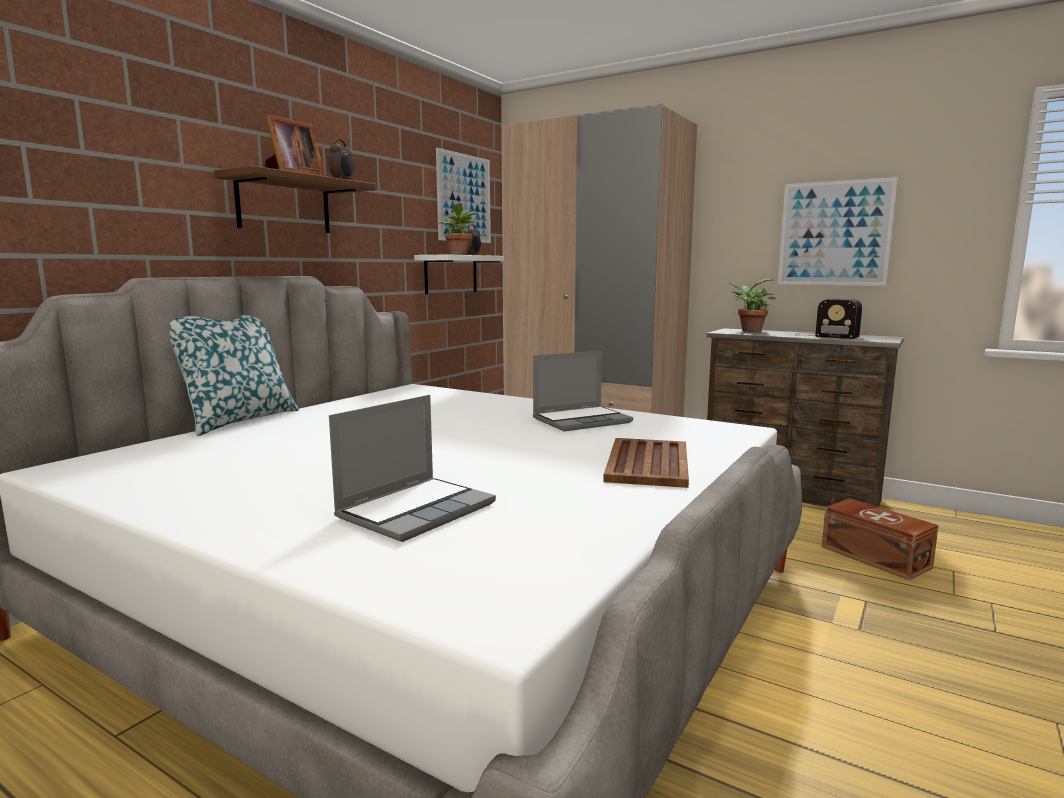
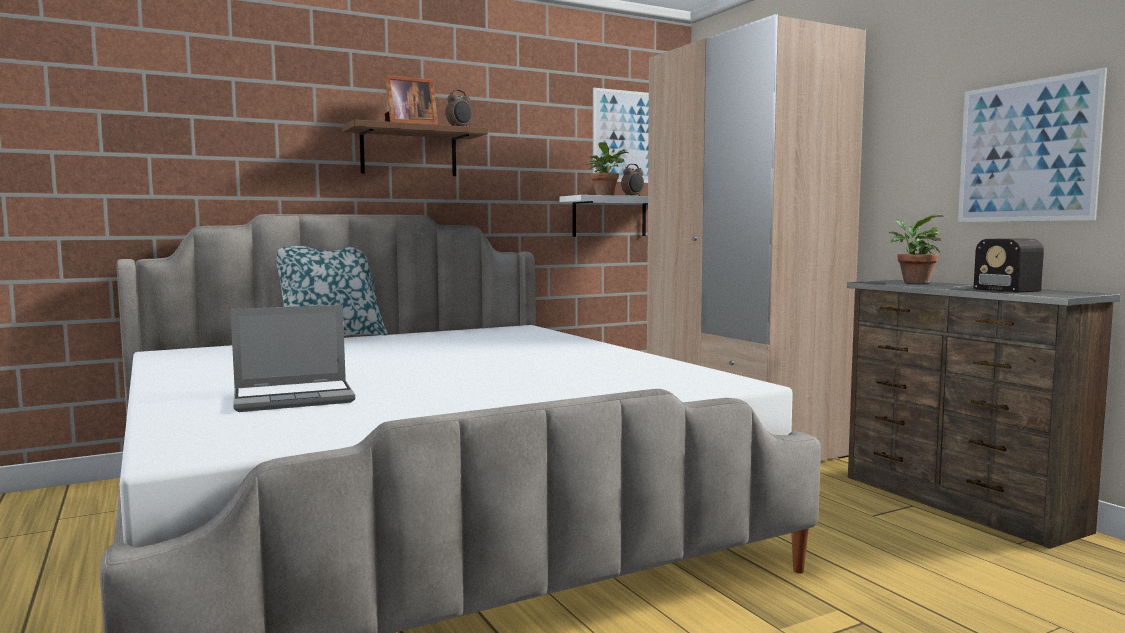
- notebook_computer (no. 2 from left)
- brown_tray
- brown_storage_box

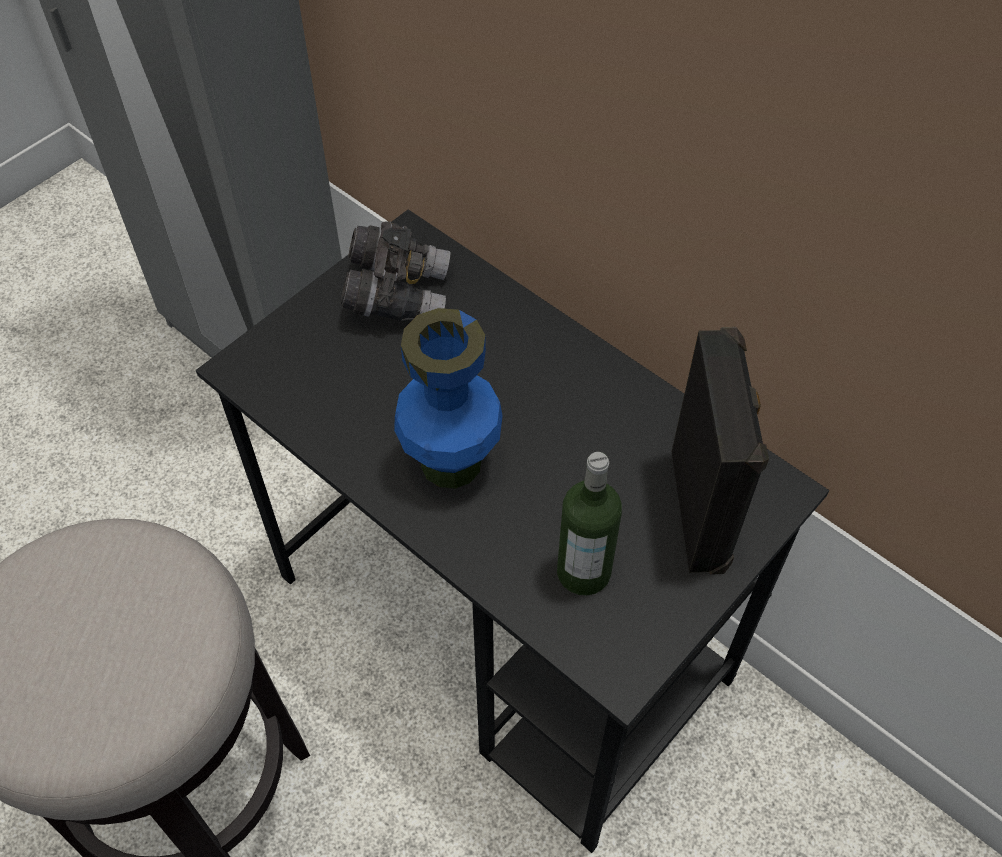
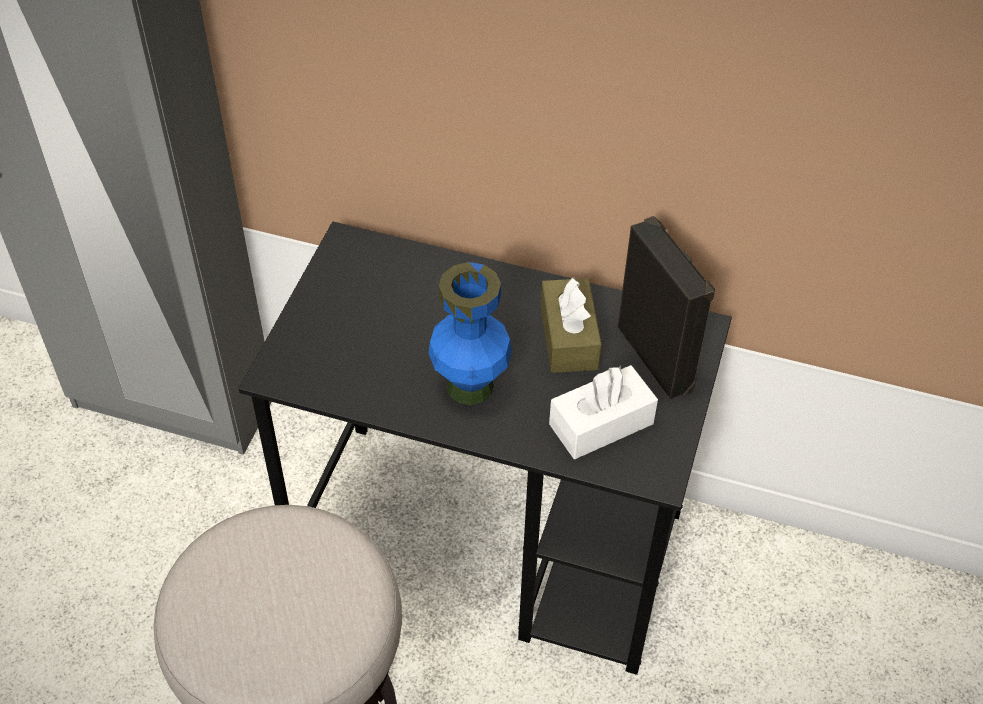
- greyish_pair_of_binoculars
~ beverage_bottle to white_box_of_tissues
+ brown_box_of_tissues

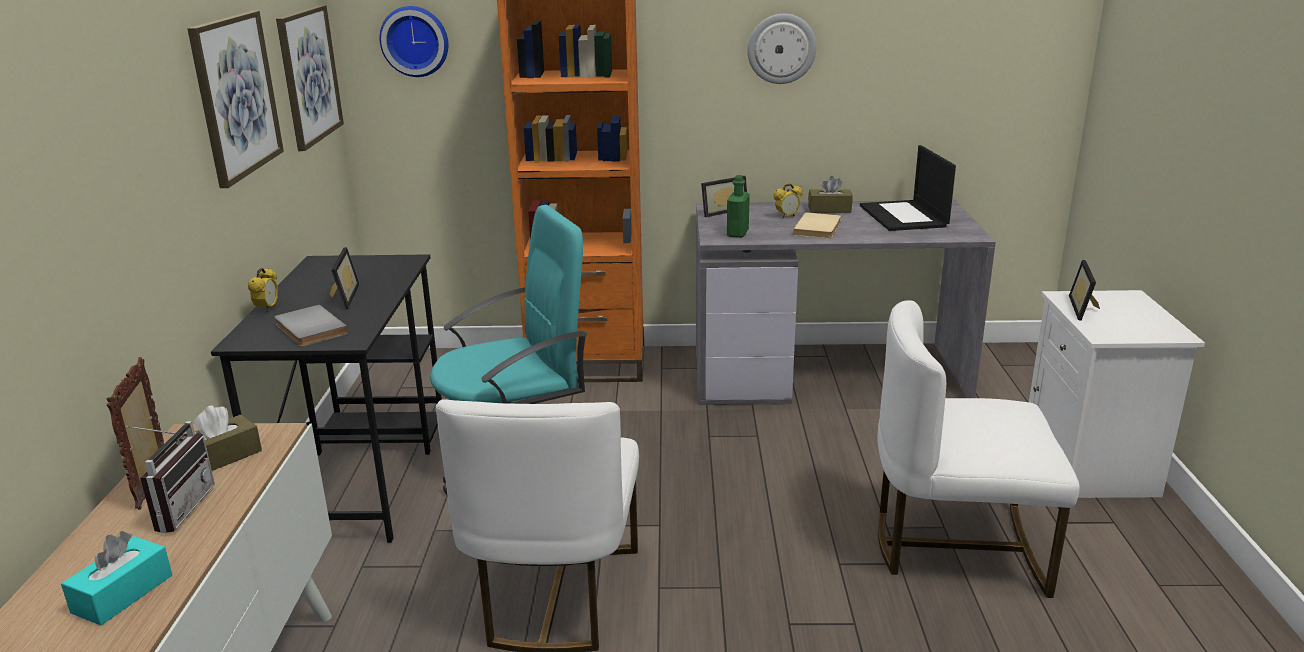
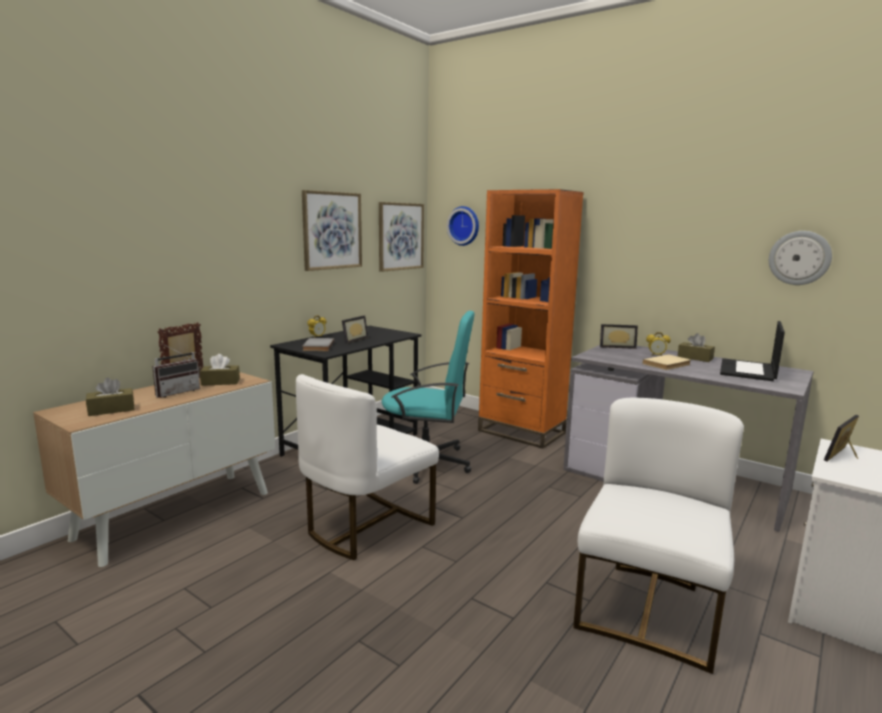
~ clock_on_the_wall (no. 2 from left)
- green-coloured_beverage_bottle
~ white_plain_chair (no. 2 from left) 75 degrees clockwise
~ blue-green_box_of_tissues to brown_box_of_tissues (no. 1 from left)

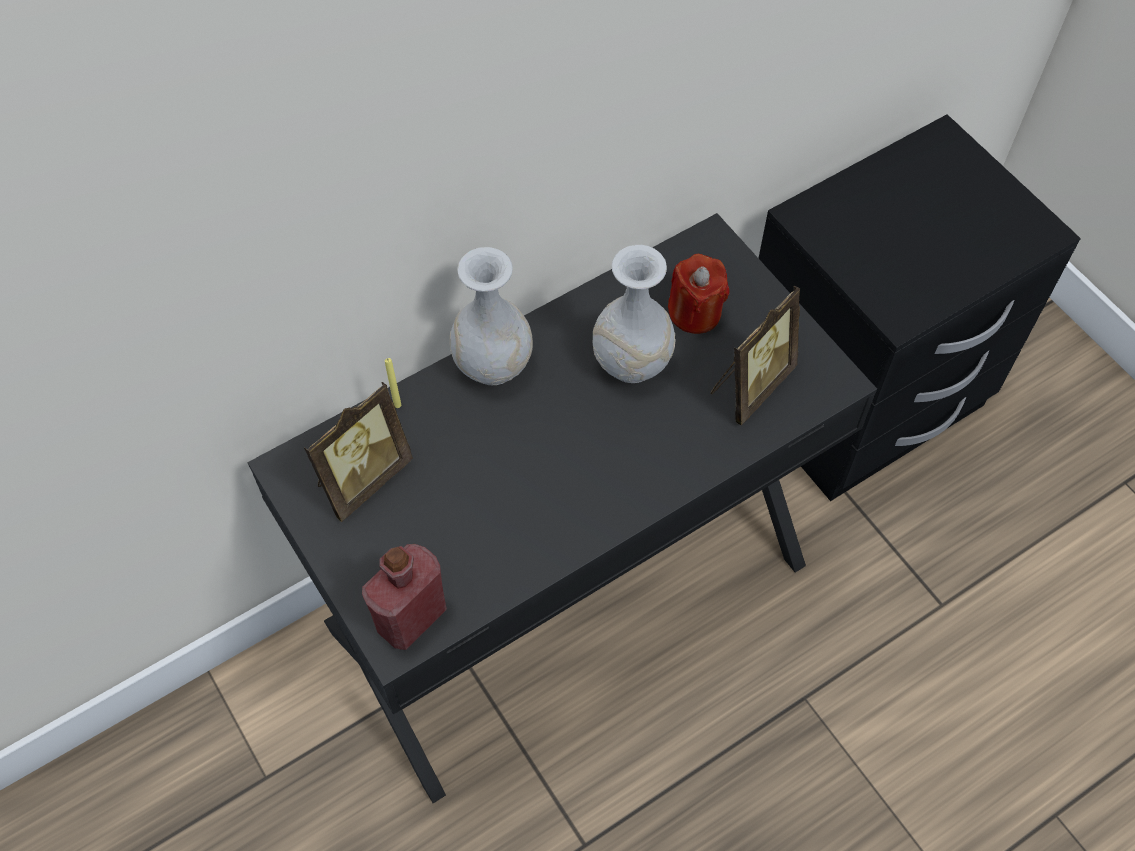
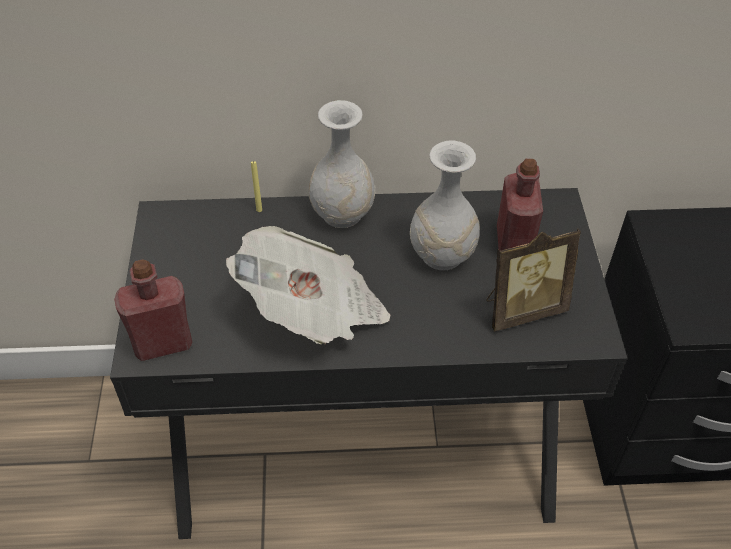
~ red_candle to red_beverage_bottle (no. 2 from left)
- standing_frame (no. 1 from left)
+ newspaper

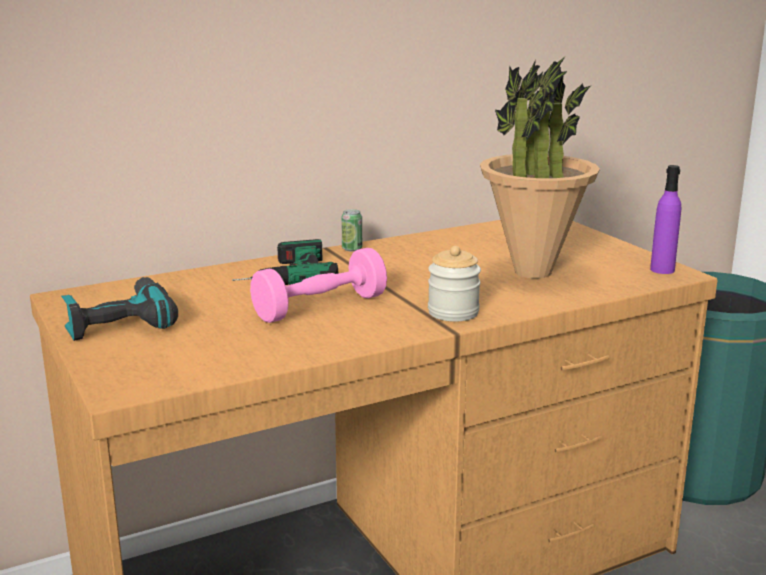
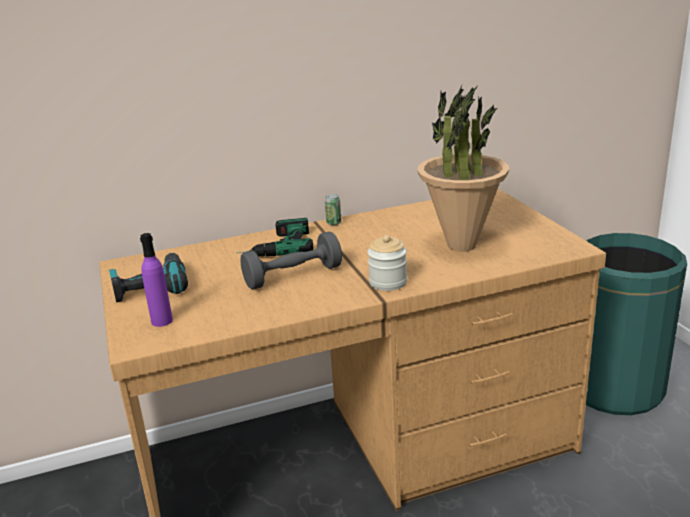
~ purple-coloured_beverage_bottle
~ pink_dumbbell to greyish_dumbbell

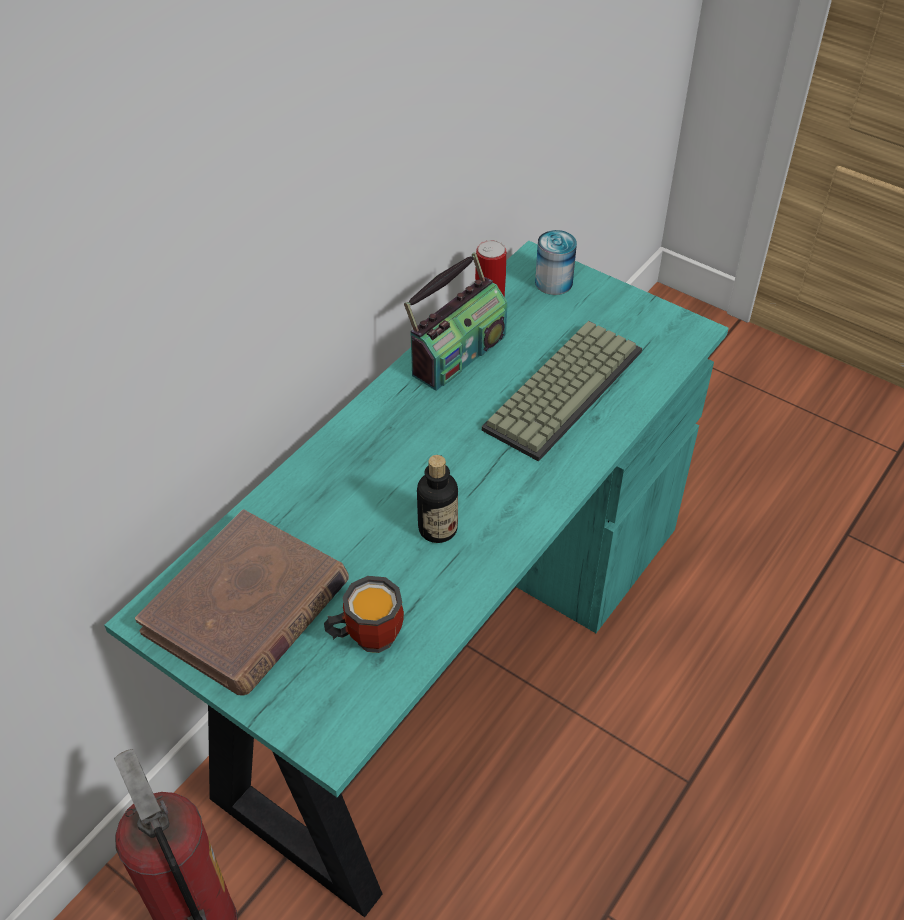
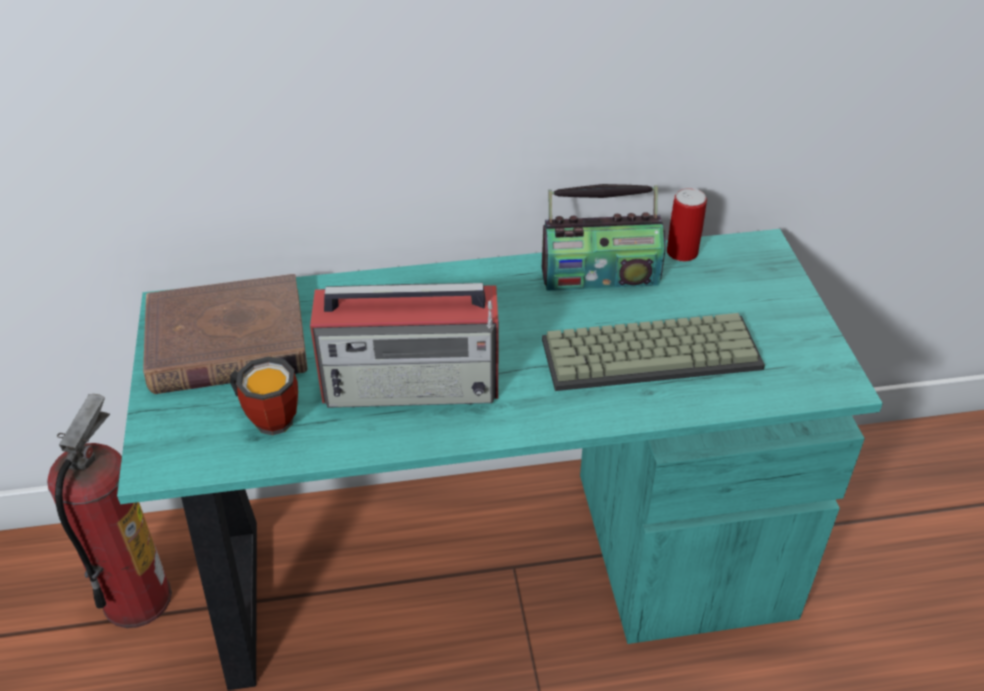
- metal_can (no. 2 from left)
~ beverage_bottle to radio_set (no. 1 from left)

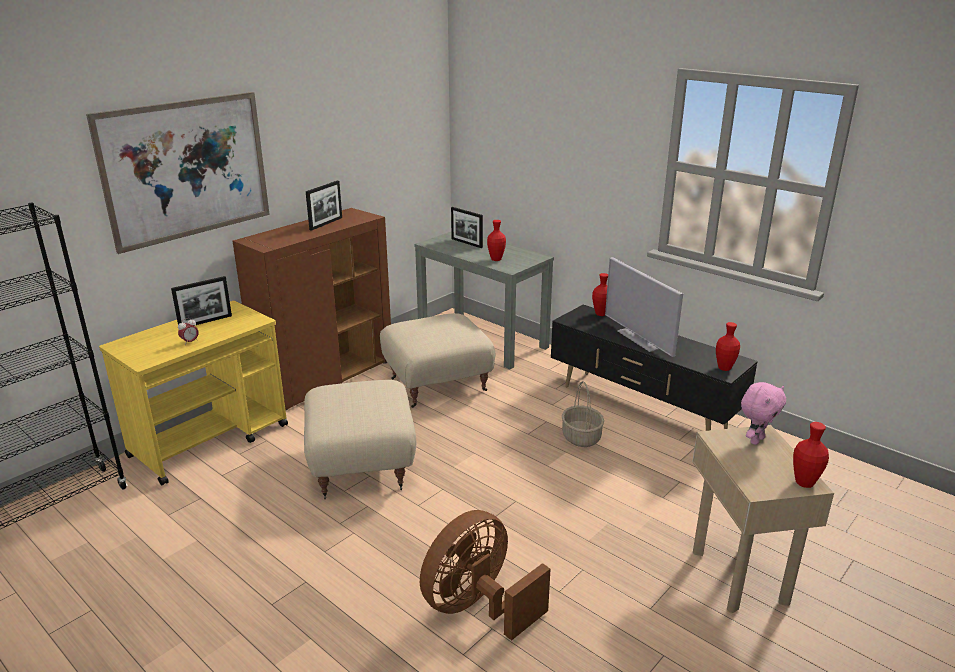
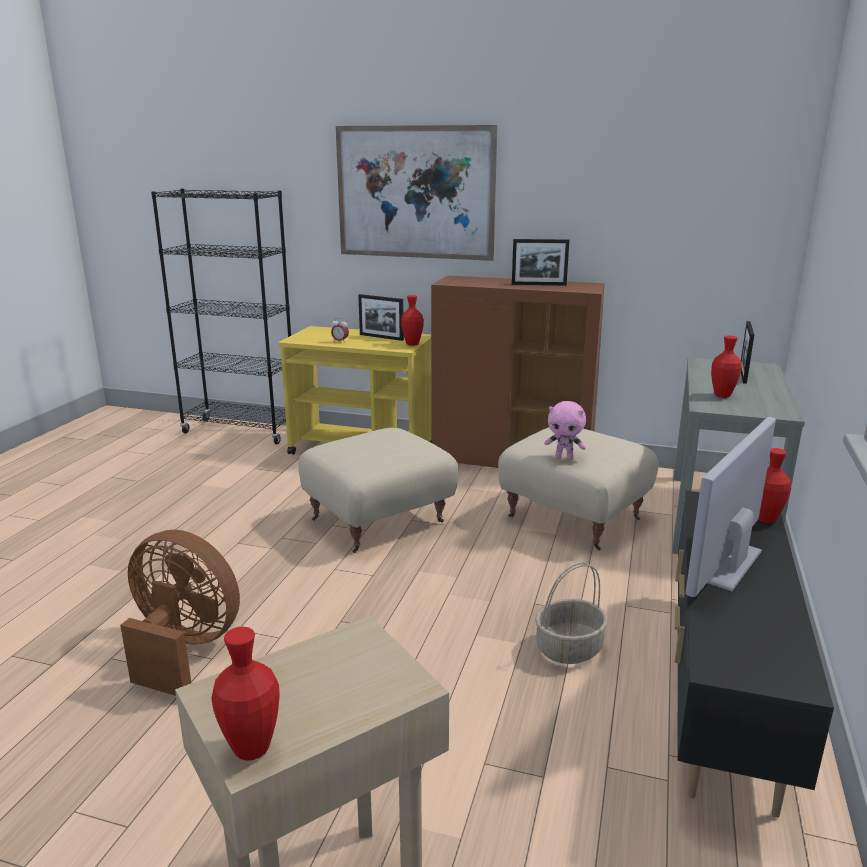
~ red_decorative_vase (no. 3 from left in the first image) to red_decorative_vase (no. 2 from left)
~ pink_soft_toy

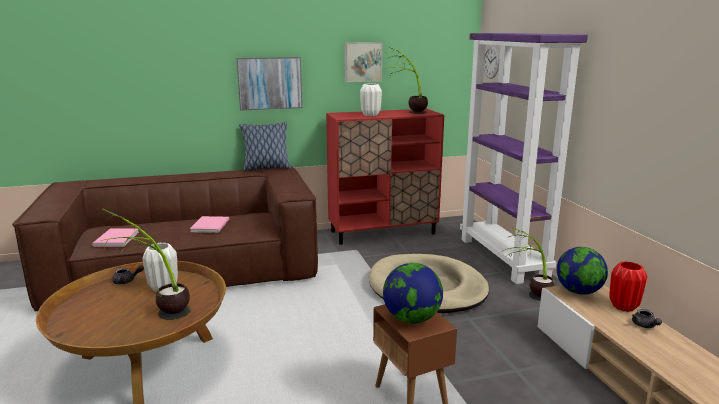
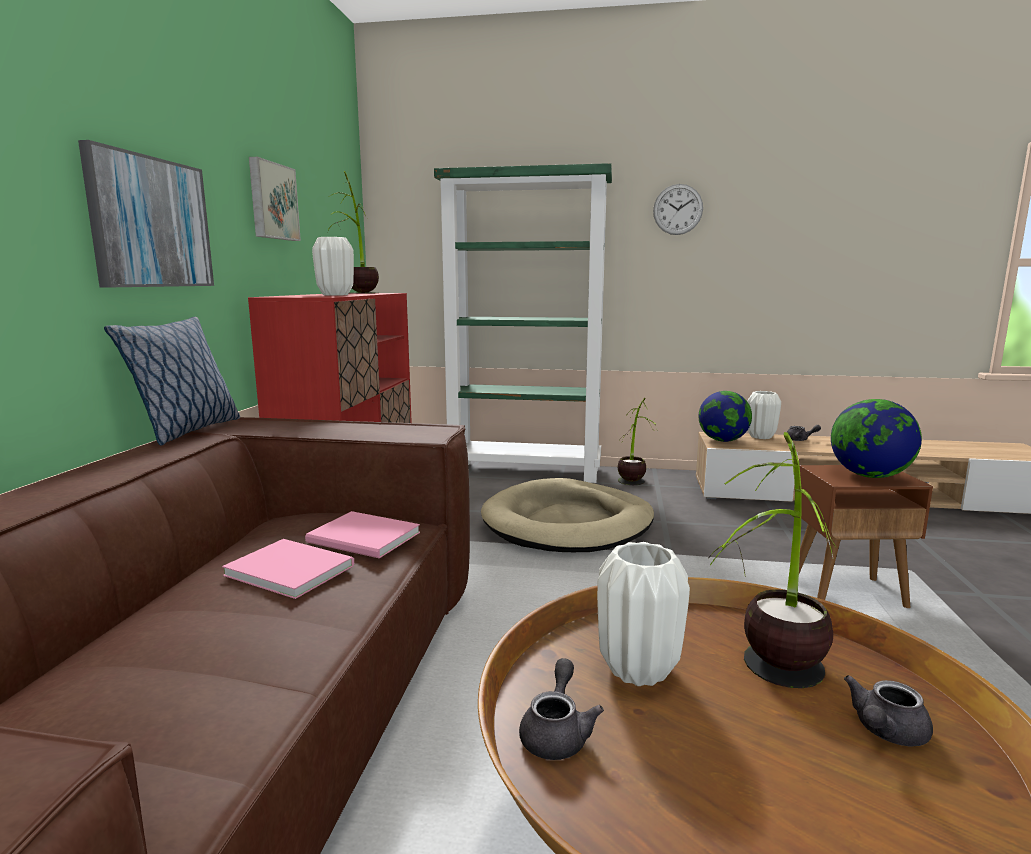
~ purple-coloured_shelving_unit to green-coloured_shelving_unit
~ clock_on_the_wall
~ pink_volume (no. 1 from left in the first image) to pink_volume (no. 2 from left)
~ red_decorative_vase to white_decorative_vase (no. 3 from left)
+ greyish_teapot (no. 3 from left)

